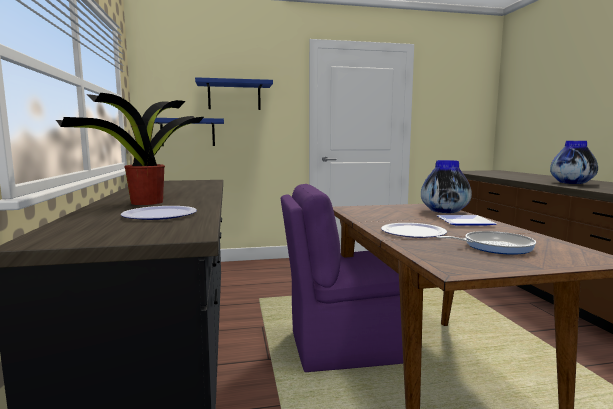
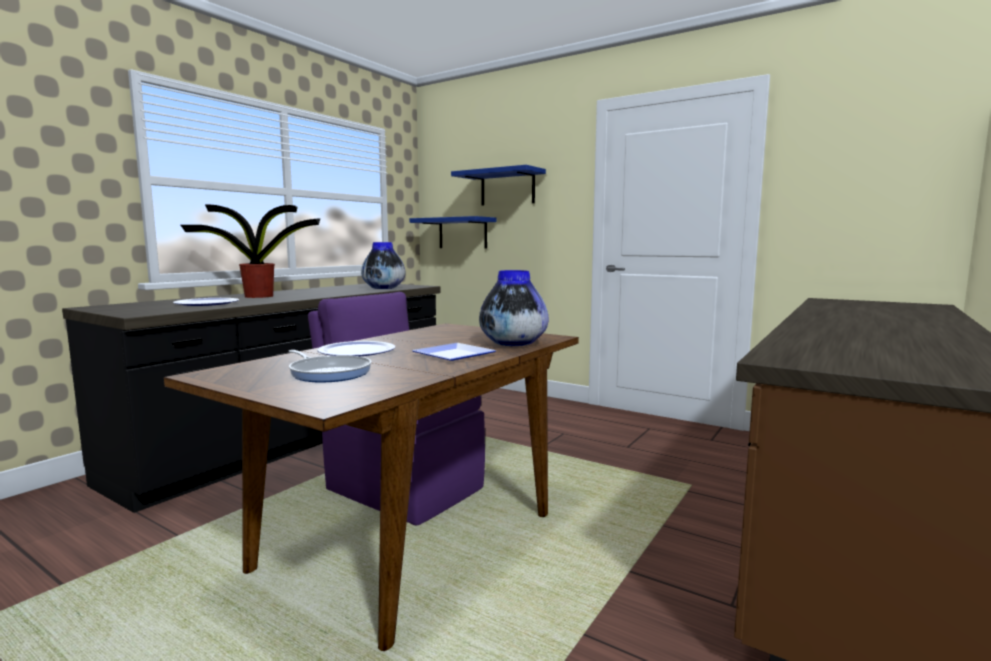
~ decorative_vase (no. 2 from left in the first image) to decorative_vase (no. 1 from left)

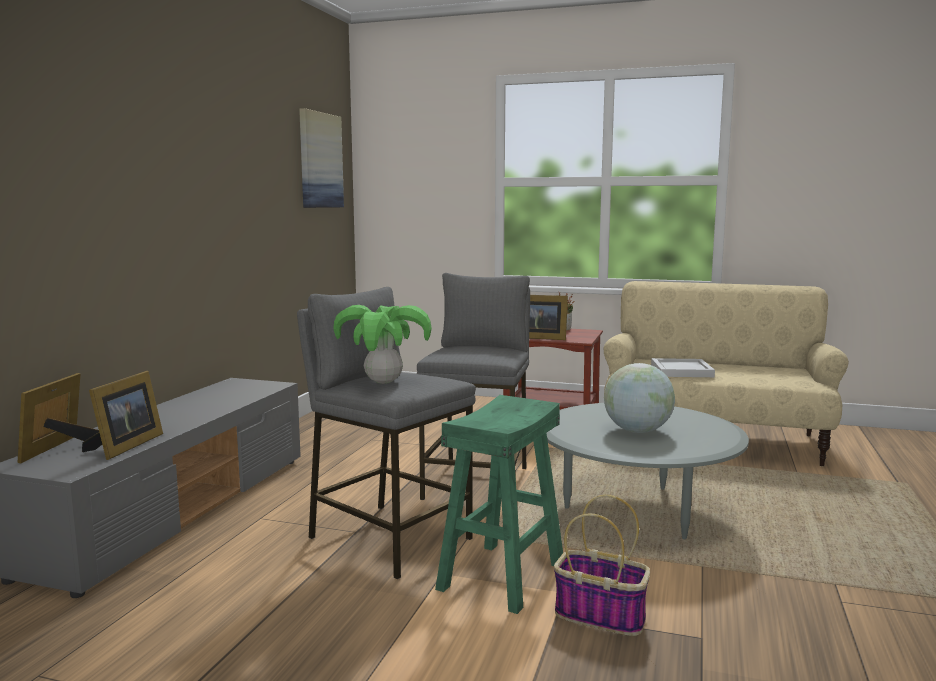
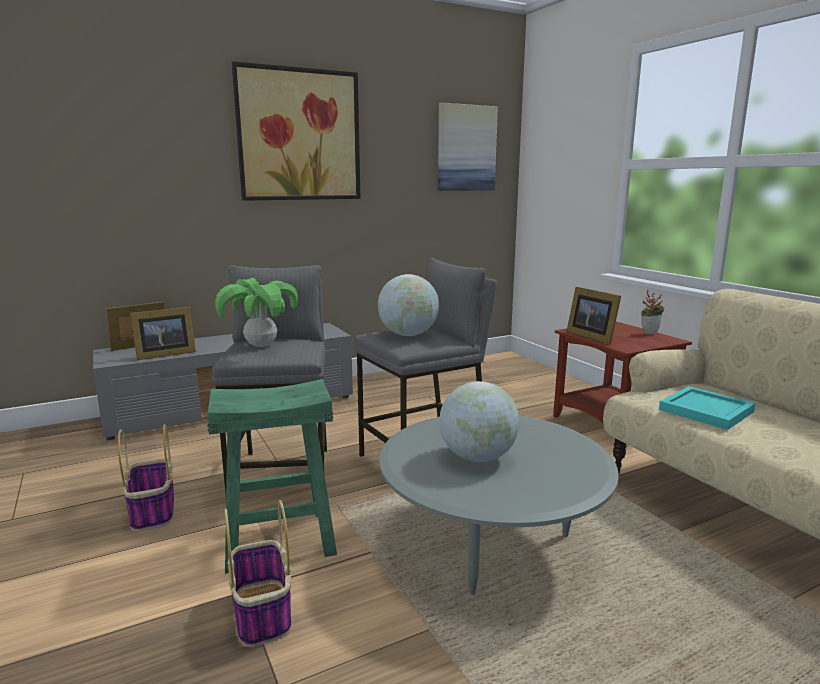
~ white_tray to blue-green_tray
+ wall_picture (no. 1 from left)
+ desk_globe (no. 1 from left)
+ basket (no. 1 from left)

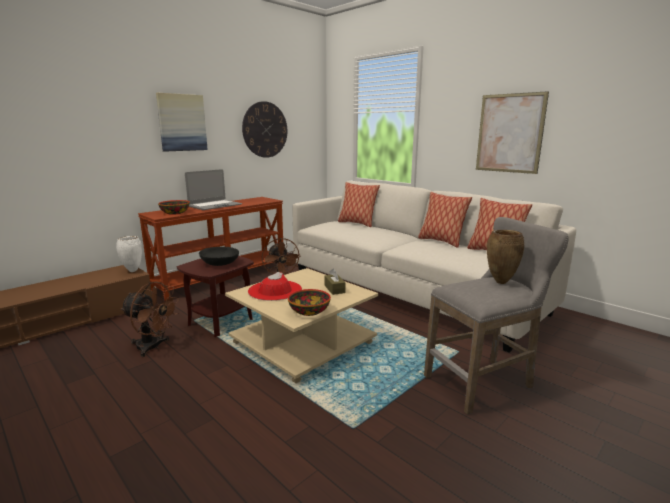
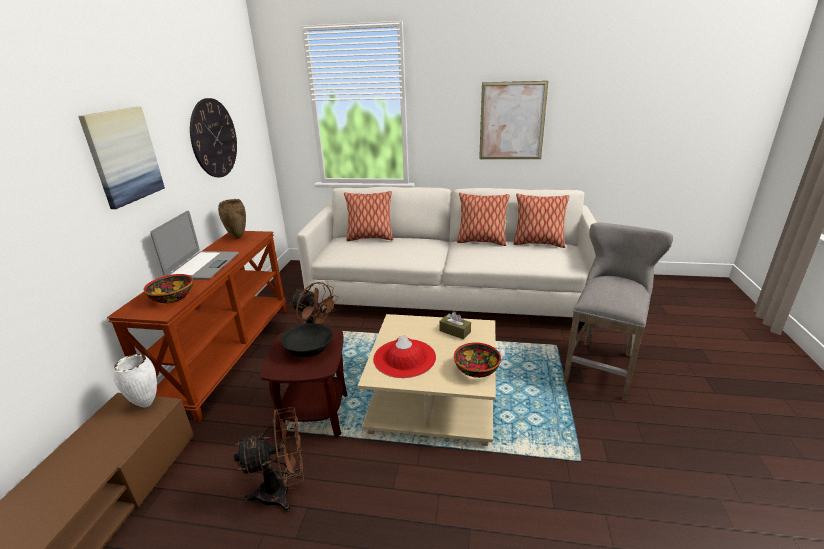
~ brown_decorative_vase

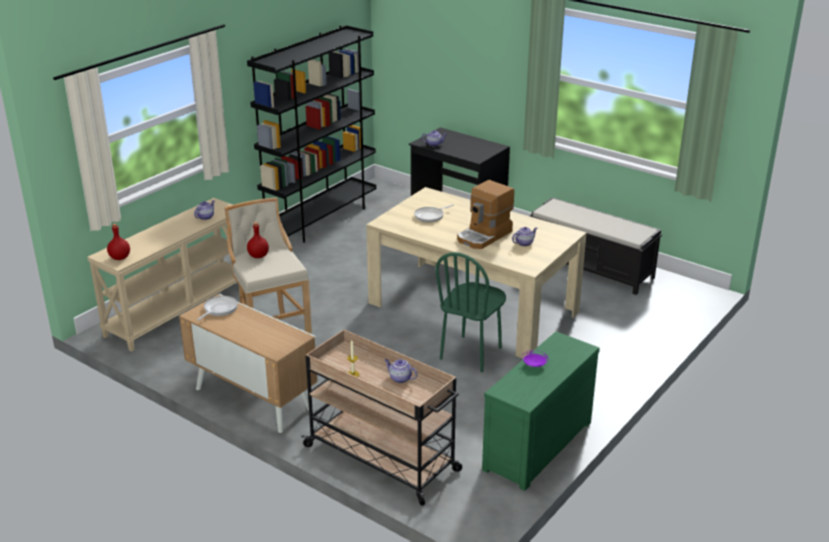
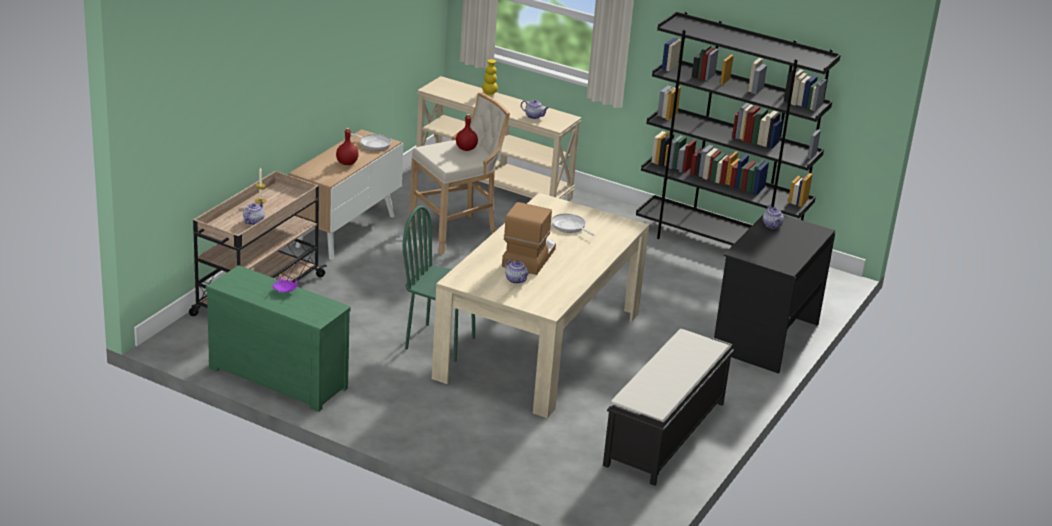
~ coffee_machine 75 degrees clockwise
~ red_beverage_bottle (no. 1 from left)
+ yellow_decorative_vase

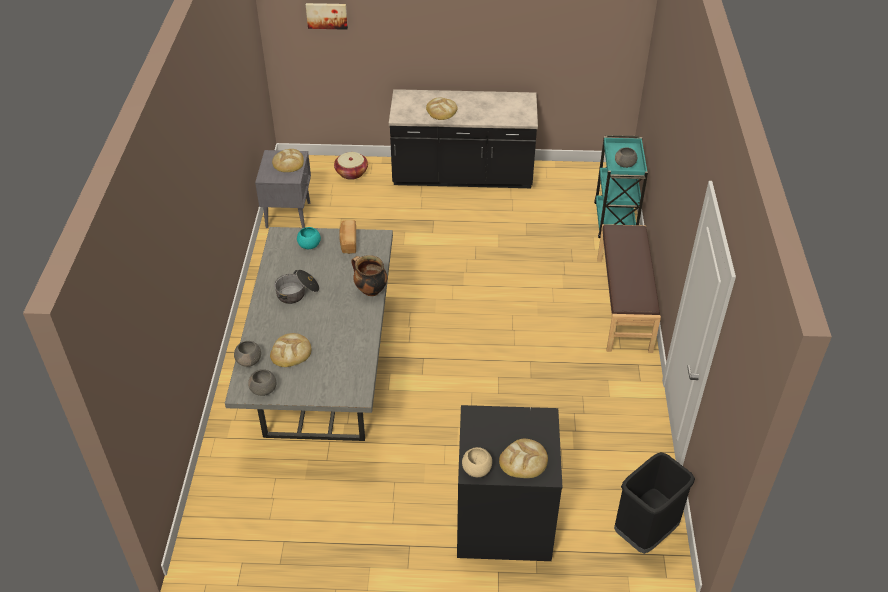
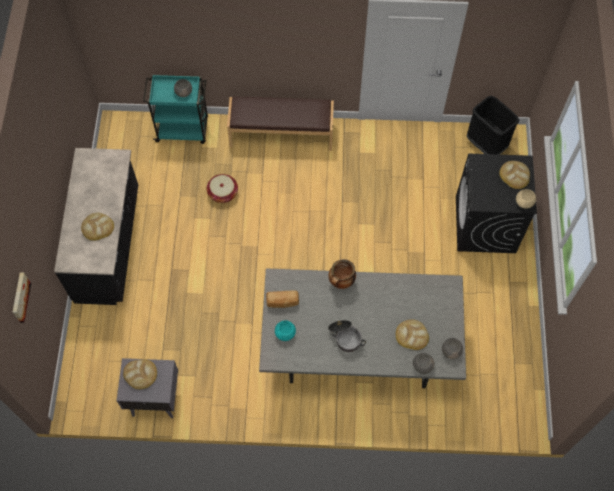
~ basket

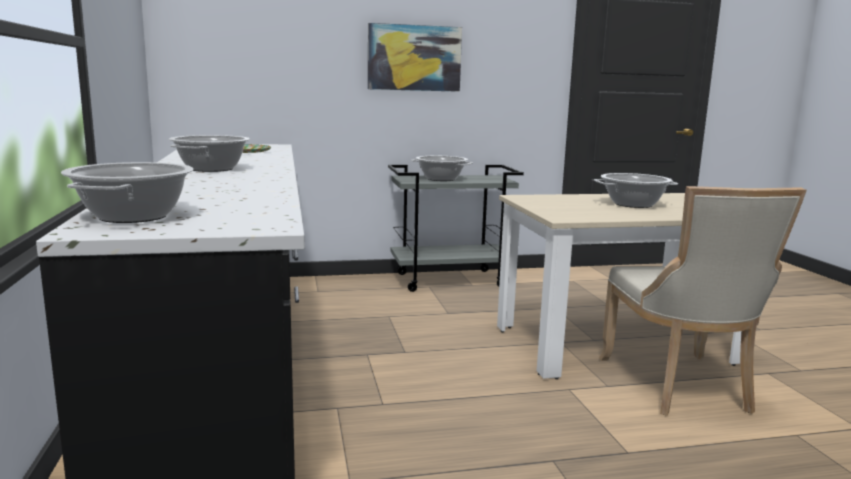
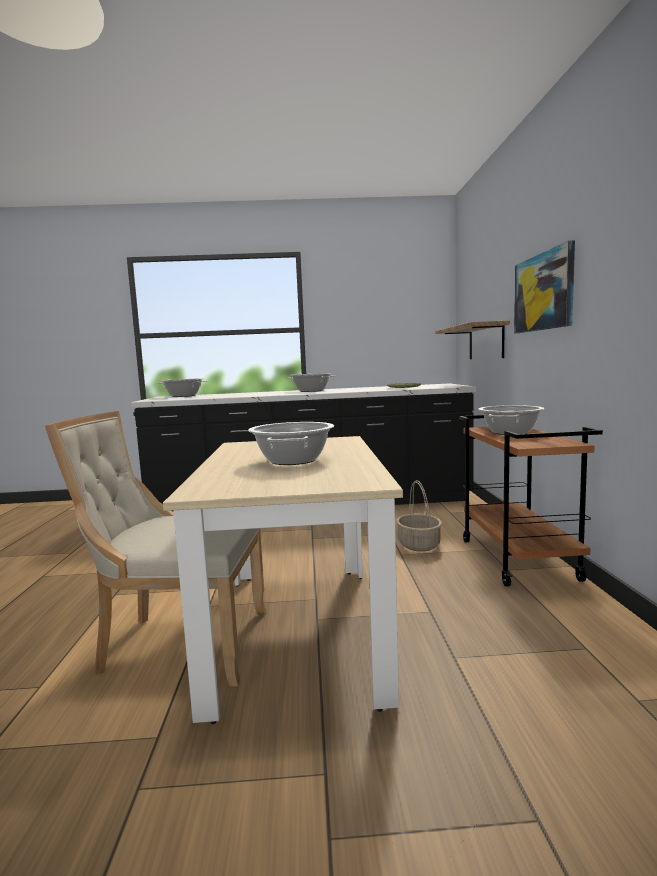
~ greyish_trolley to brown_trolley
+ wall_shelf
+ basket

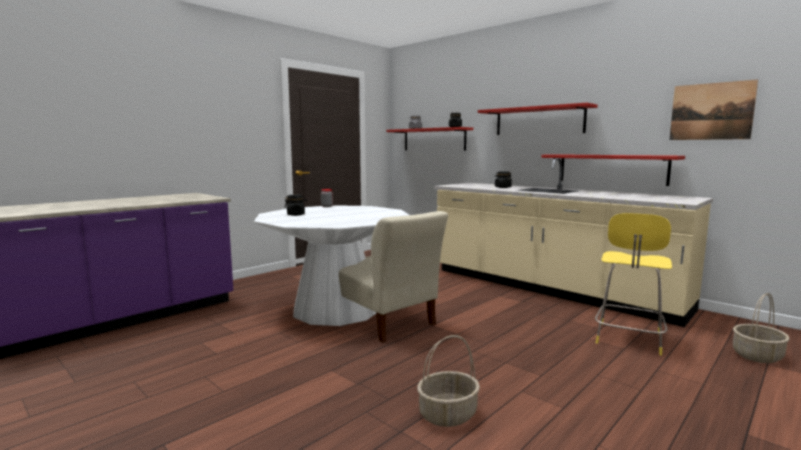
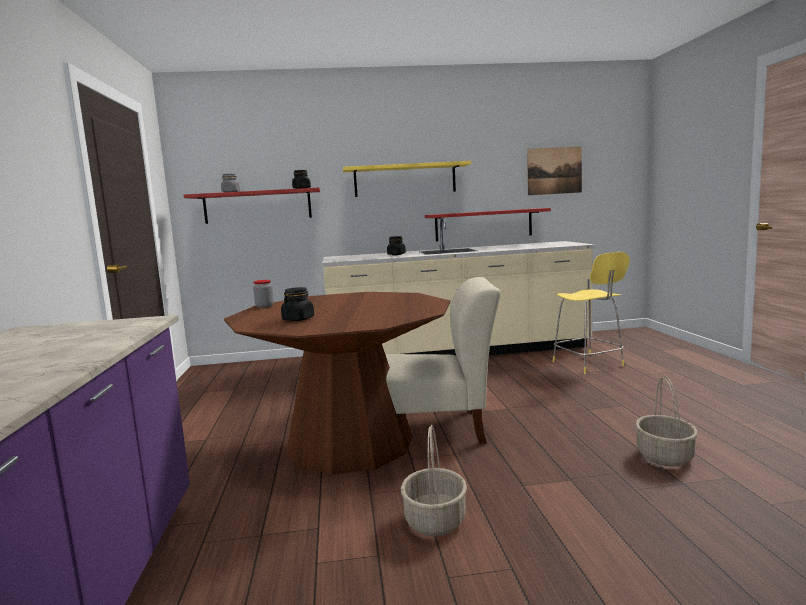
~ red_wall_shelf (no. 2 from left) to yellow_wall_shelf
~ white_dining_table to brown_dining_table
~ basket (no. 2 from left in the first image) to basket (no. 1 from left)

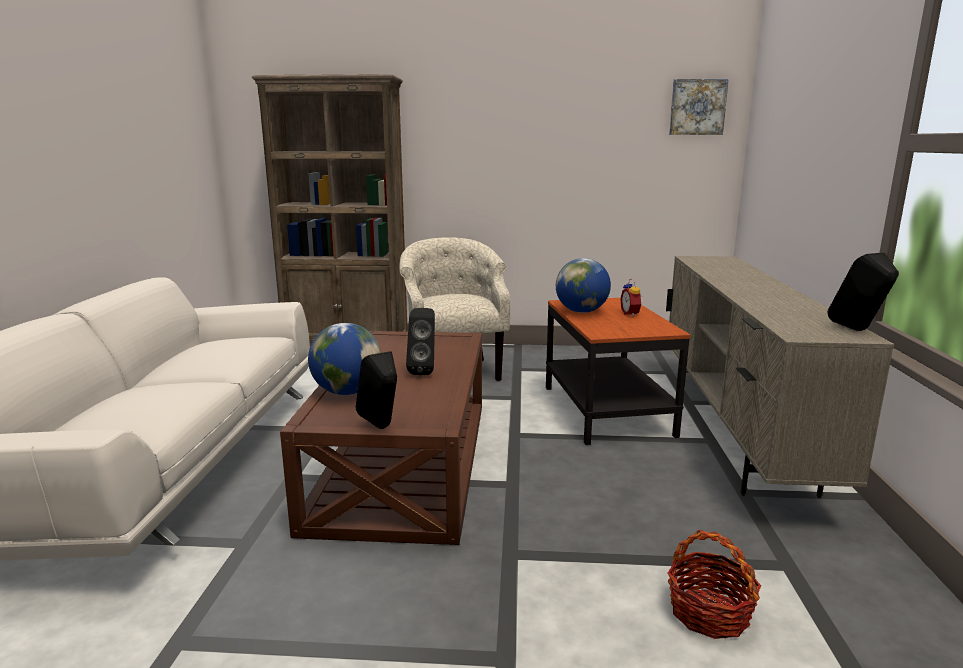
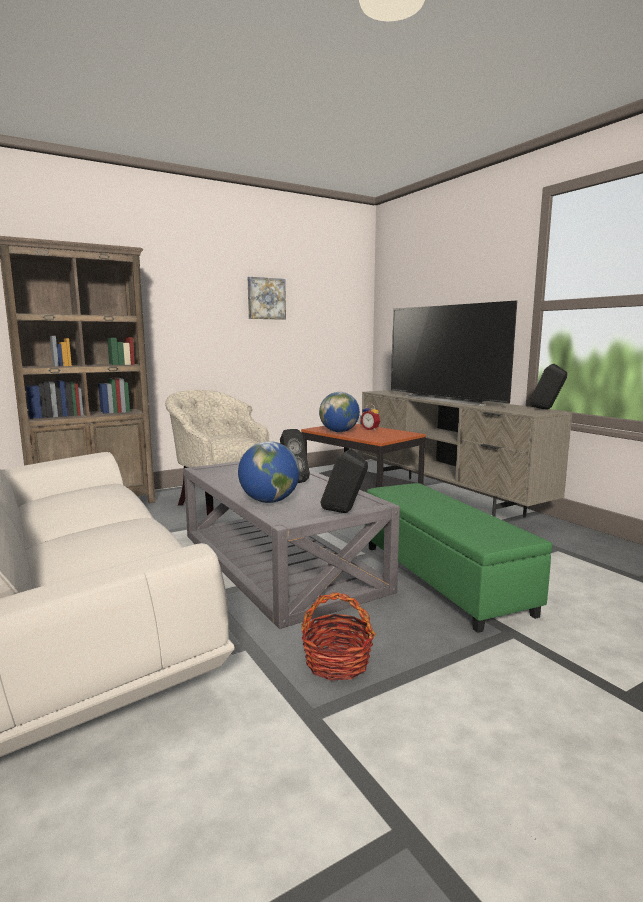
~ wall_picture
~ brown_coffee_table to greyish_coffee_table
~ basket
+ television
+ green-coloured_pouffe

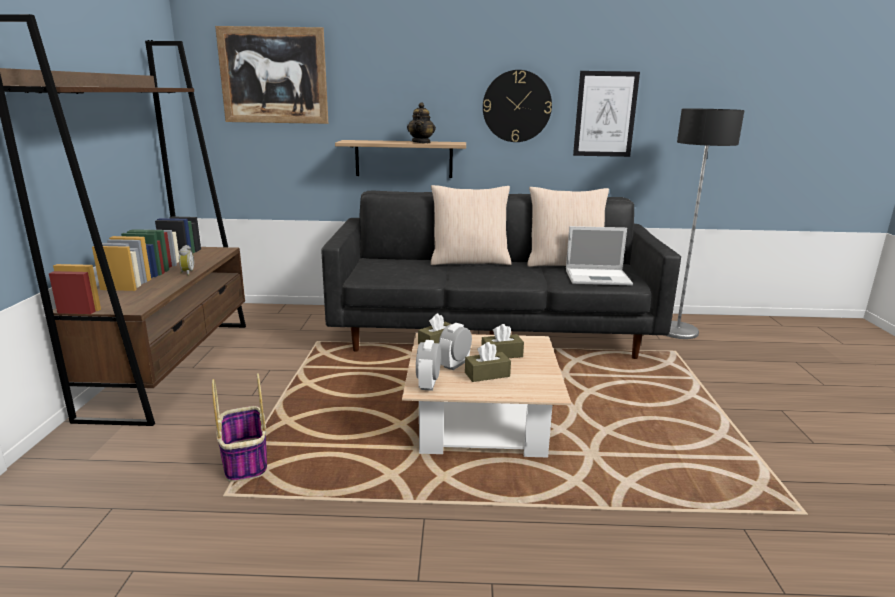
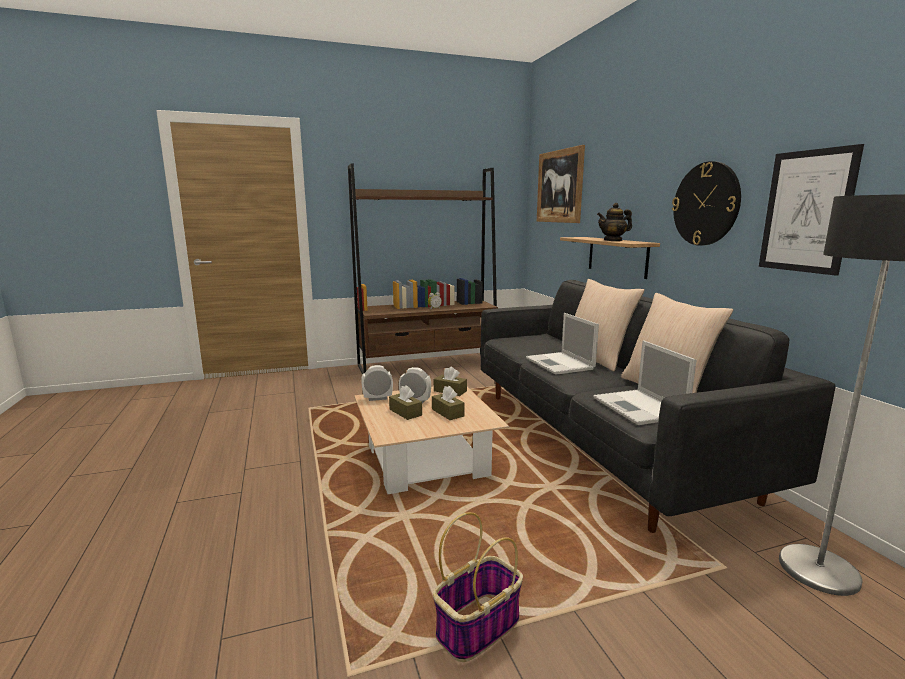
~ basket
+ notebook_computer (no. 1 from left)

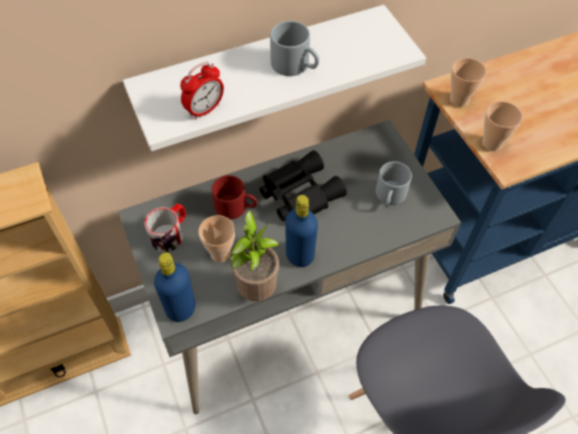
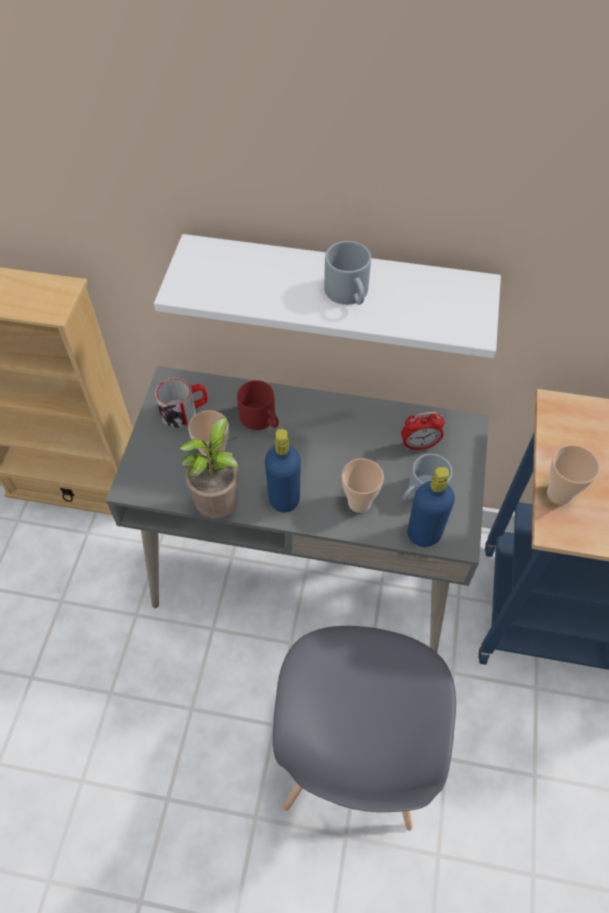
~ drinking_cup (no. 2 from left)
~ table_clock
- black_pair_of_binoculars
~ bluish_beverage_bottle (no. 1 from left in the first image) to bluish_beverage_bottle (no. 2 from left)

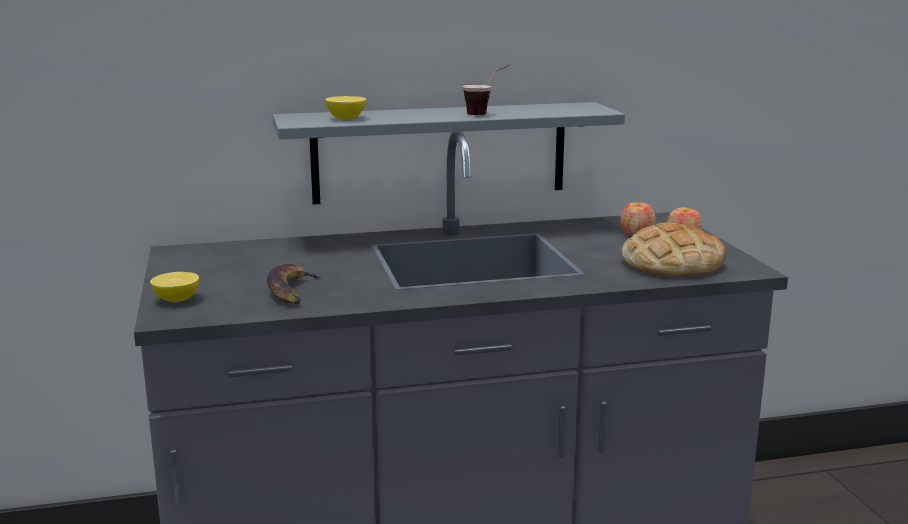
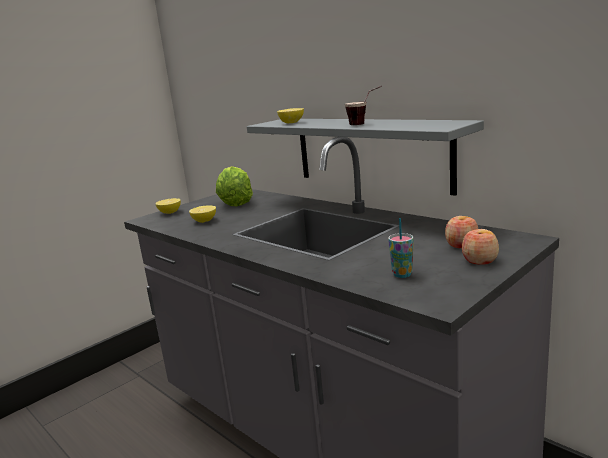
~ bakery_bread to drinking_cup (no. 2 from left)
~ banana to lemon (no. 2 from left)
+ head_of_lettuce

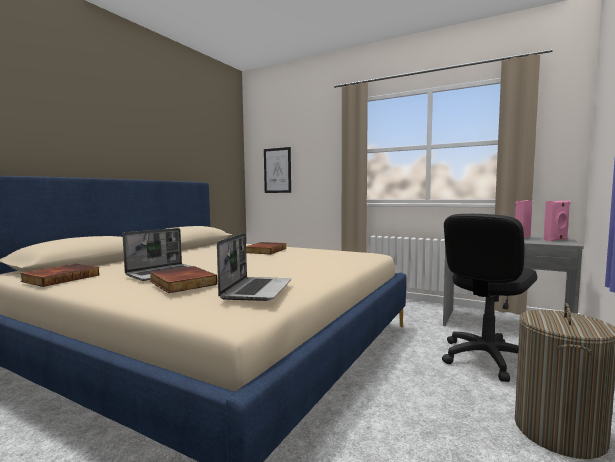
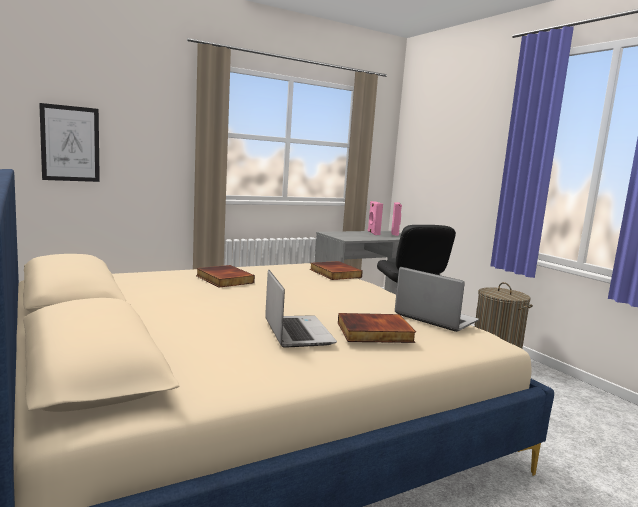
~ volume (no. 1 from left in the first image) to volume (no. 2 from left)

